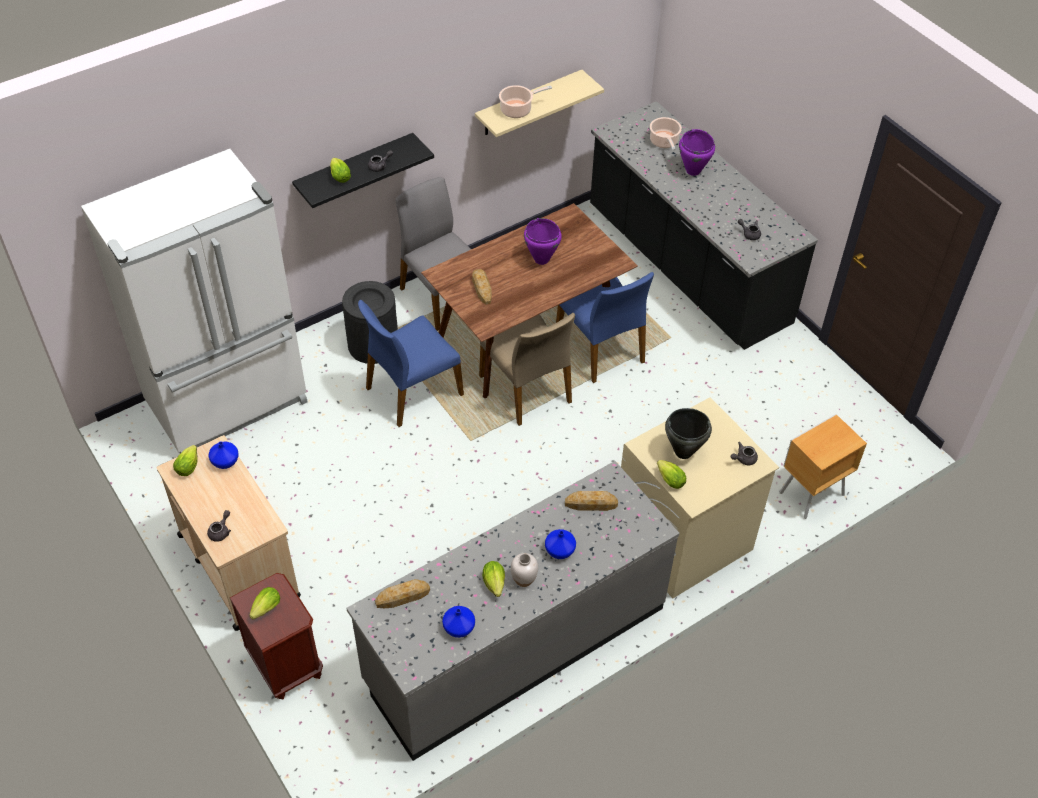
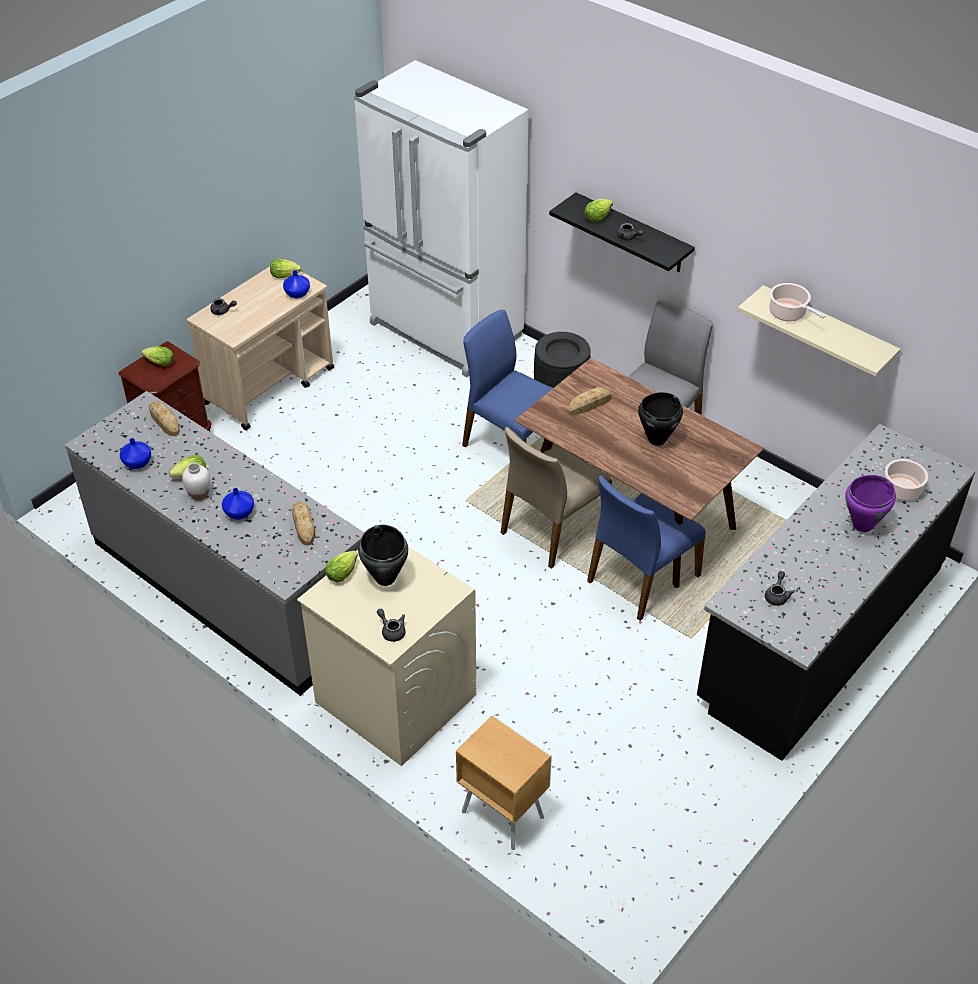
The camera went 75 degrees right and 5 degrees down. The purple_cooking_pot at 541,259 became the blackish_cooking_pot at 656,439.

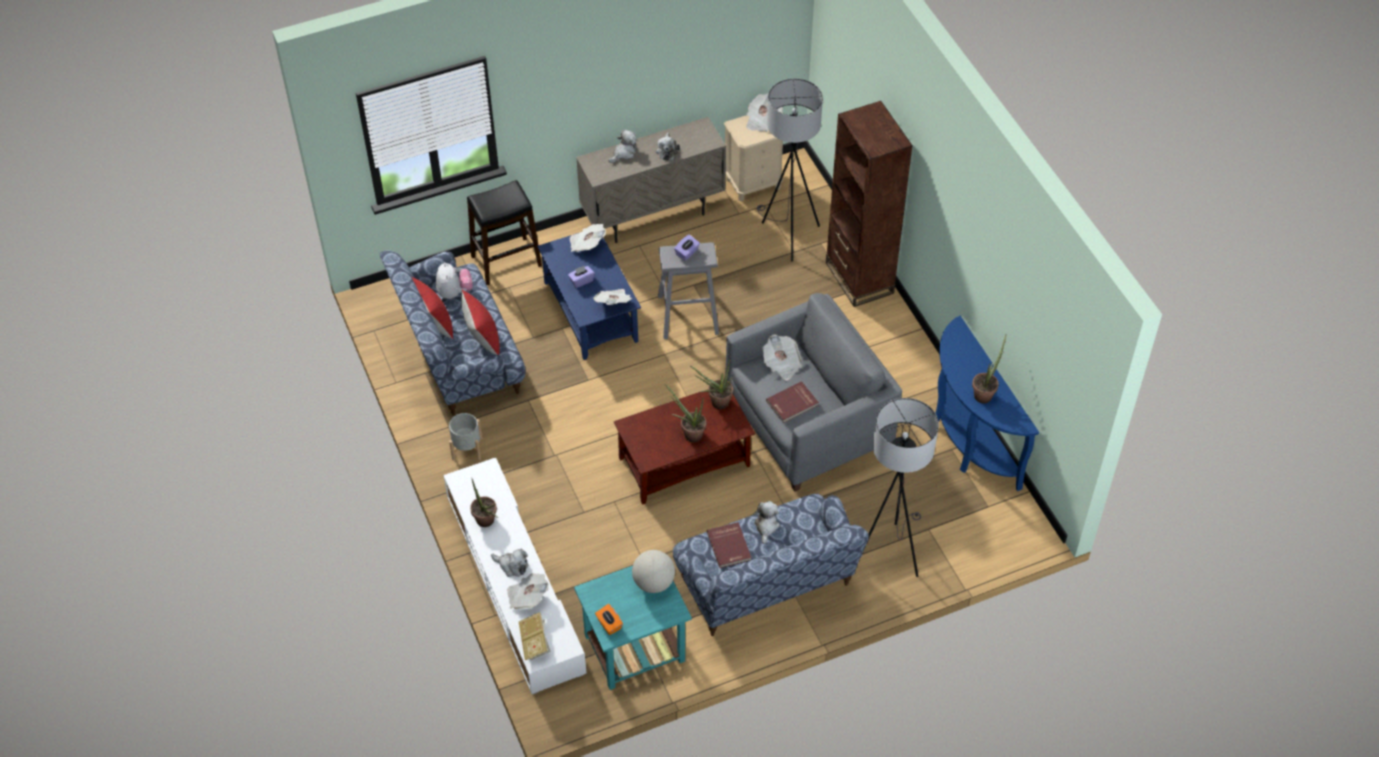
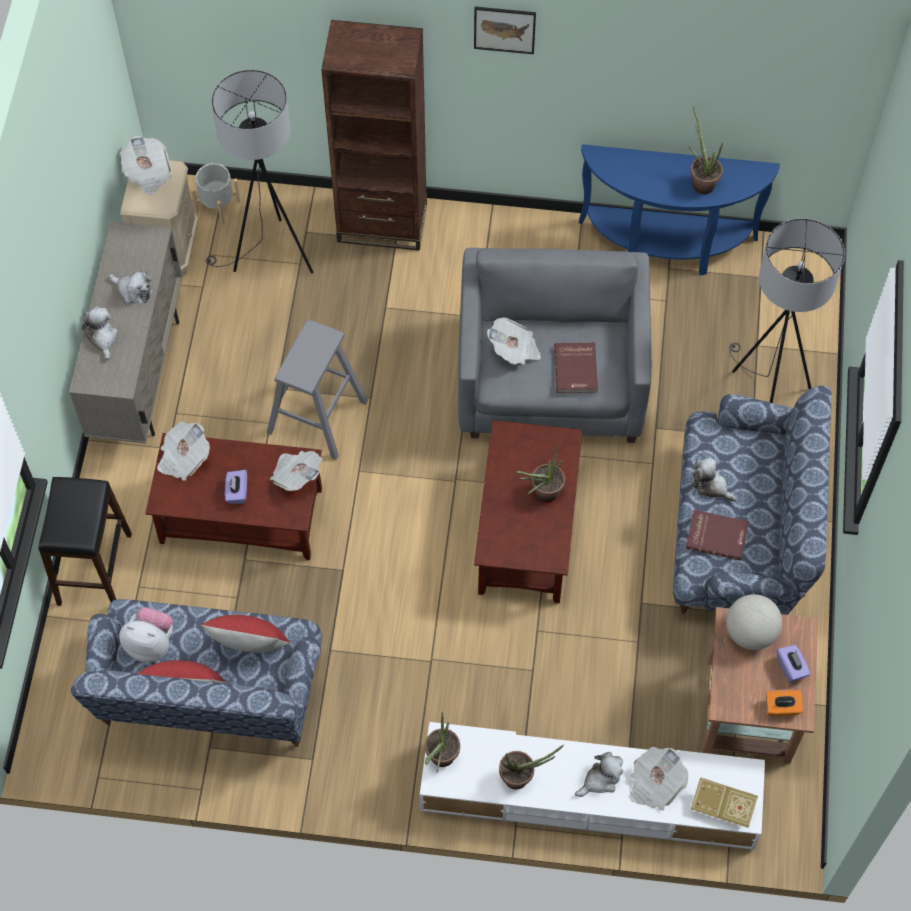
The camera went 60 degrees left and 10 degrees up. The blue_low_table at 590,311 became the brown-coloured_low_table at 240,516. The gray_flower_pot moved from 467,449 to 218,206. The plant_in_a_pot moved from 716,402 to 440,760. The wall_picture at 504,29 appeared. The blue-green_side_table at 633,648 became the brown-coloured_side_table at 748,711. The purple_box_of_tissues moved from 687,253 to 791,668.

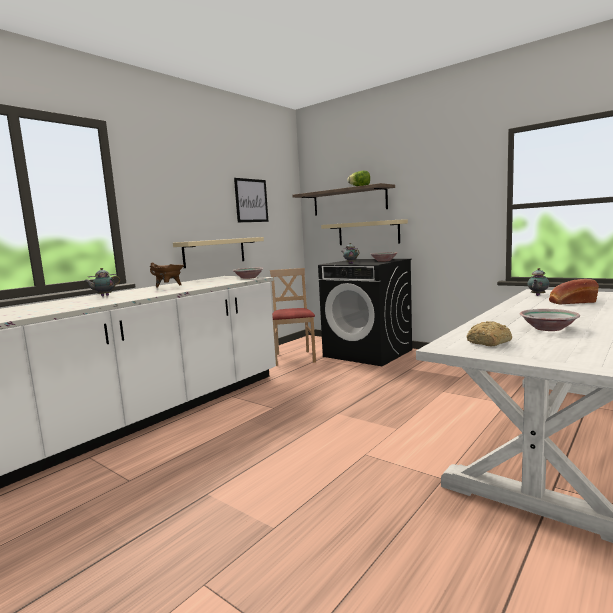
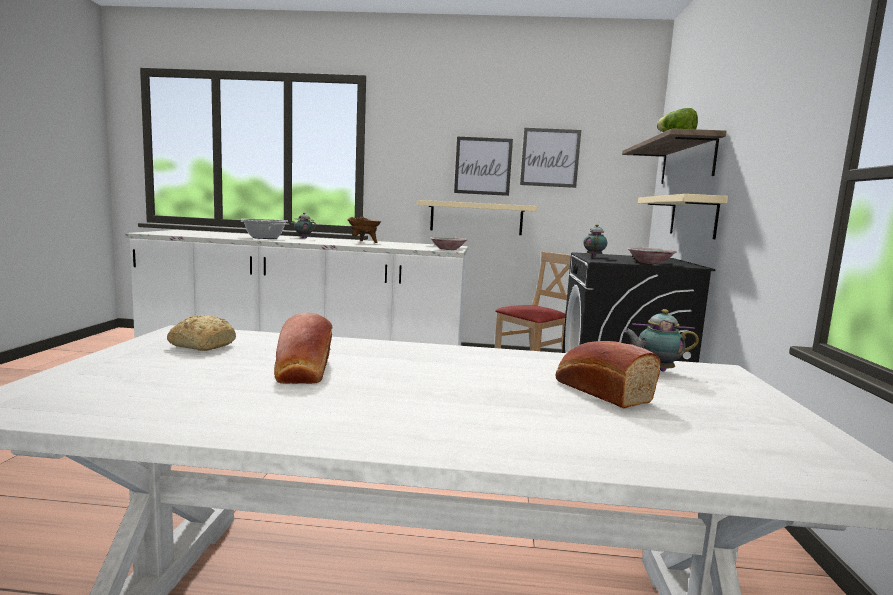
The camera went 55 degrees right and 0 degrees up. The cooking_pot at 264,238 appeared. The serving_bowl at 549,328 was replaced by the baked_bread at 303,371. The wall_picture at 483,166 appeared.

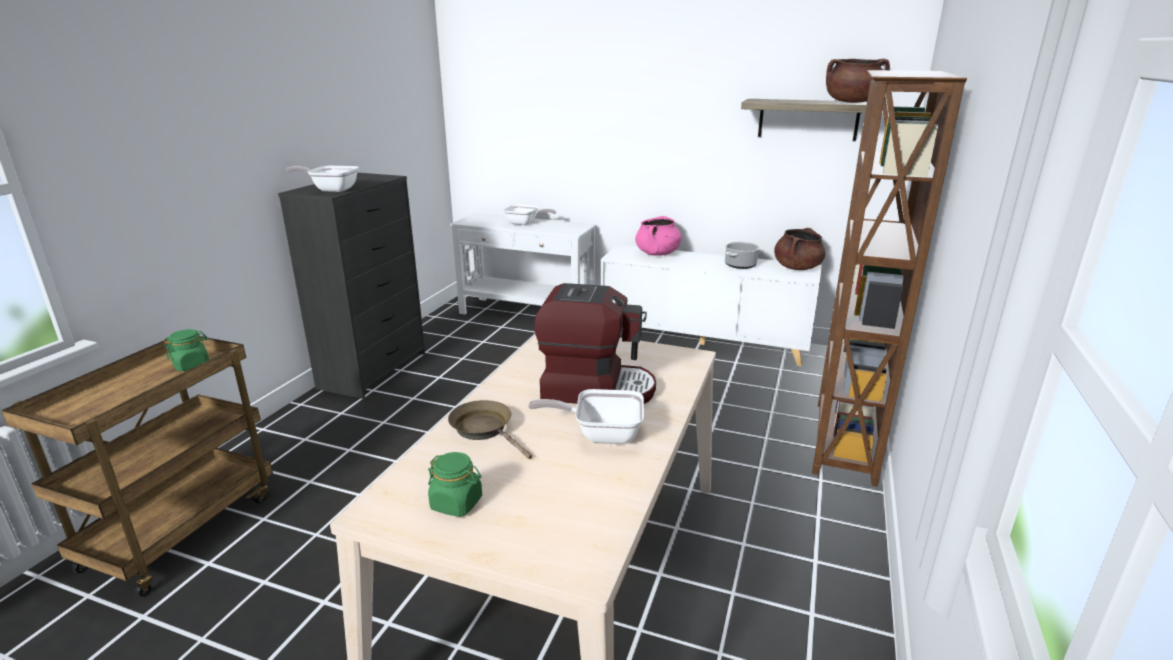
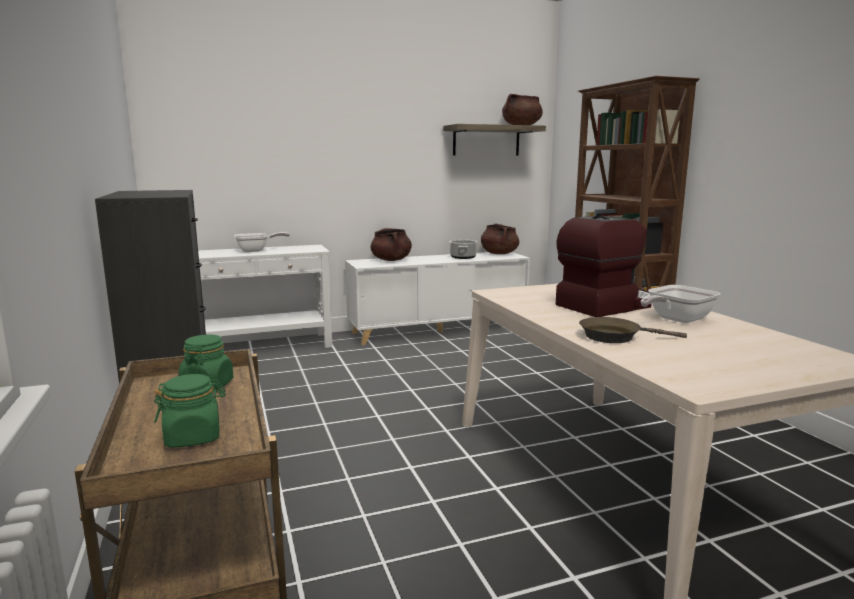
The camera went 40 degrees left and 10 degrees down. The greenish_jar moved from 457,503 to 193,437. The pink_cooking_pot at 657,253 became the brown-coloured_cooking_pot at 391,260. The skillet at 331,189 disappeared.

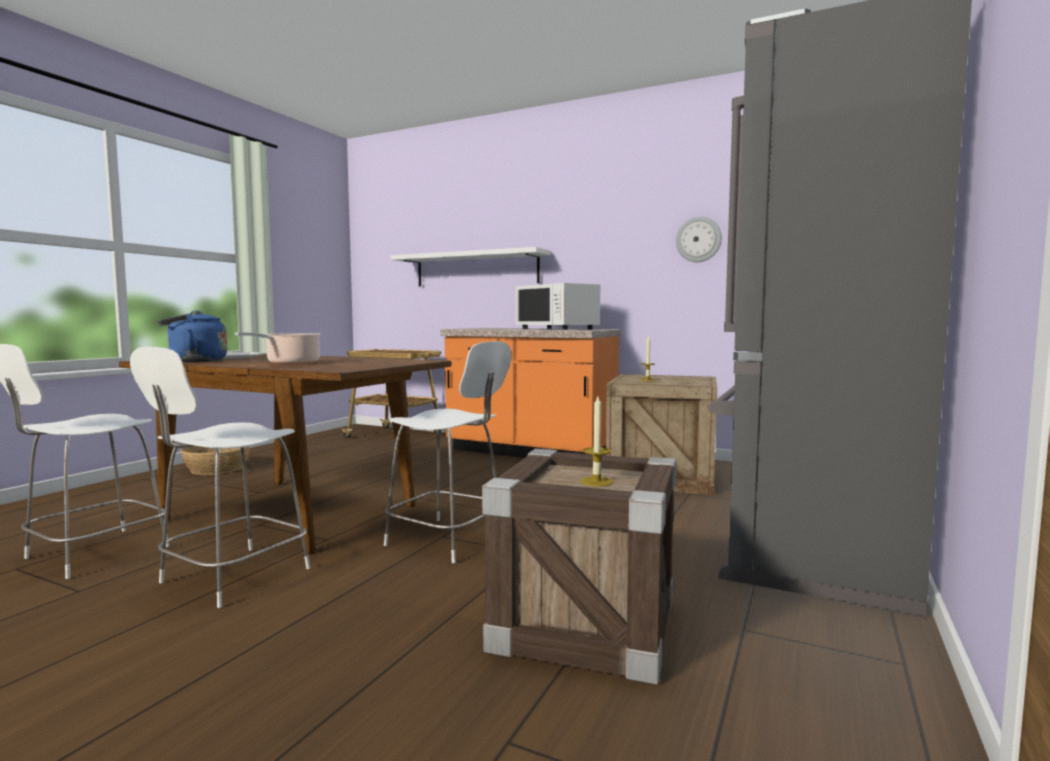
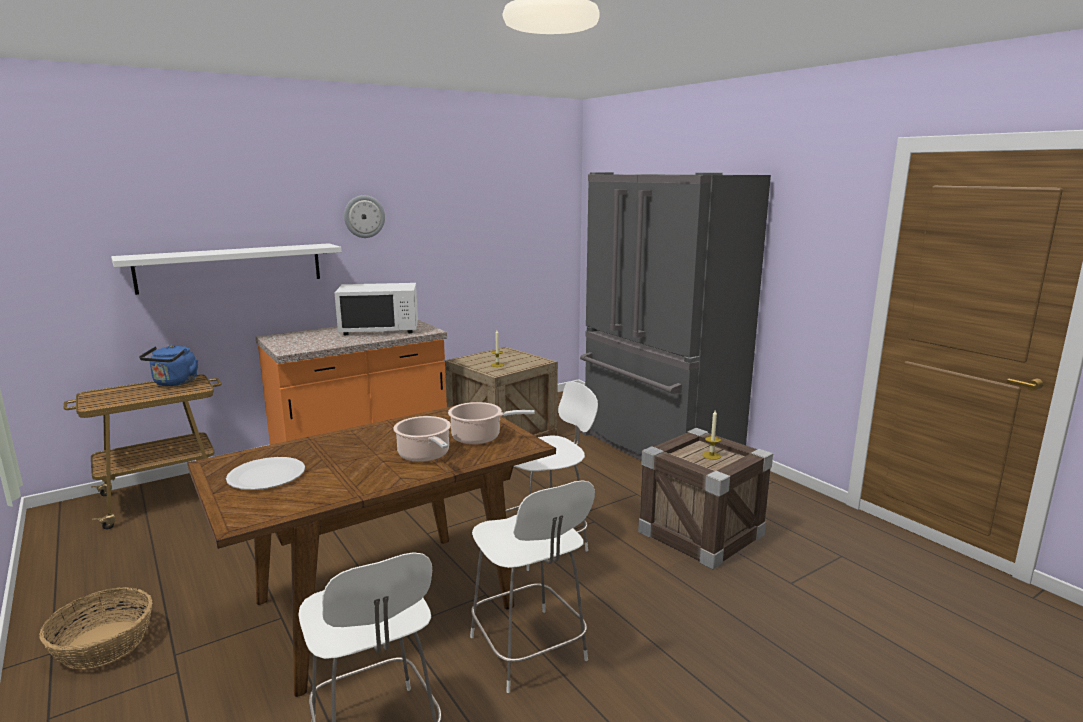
The camera went 60 degrees left and 10 degrees up. The blue_water_kettle moved from 194,361 to 174,383. The wall_clock moved from 698,239 to 364,216. The cooking_pot at 479,438 appeared.

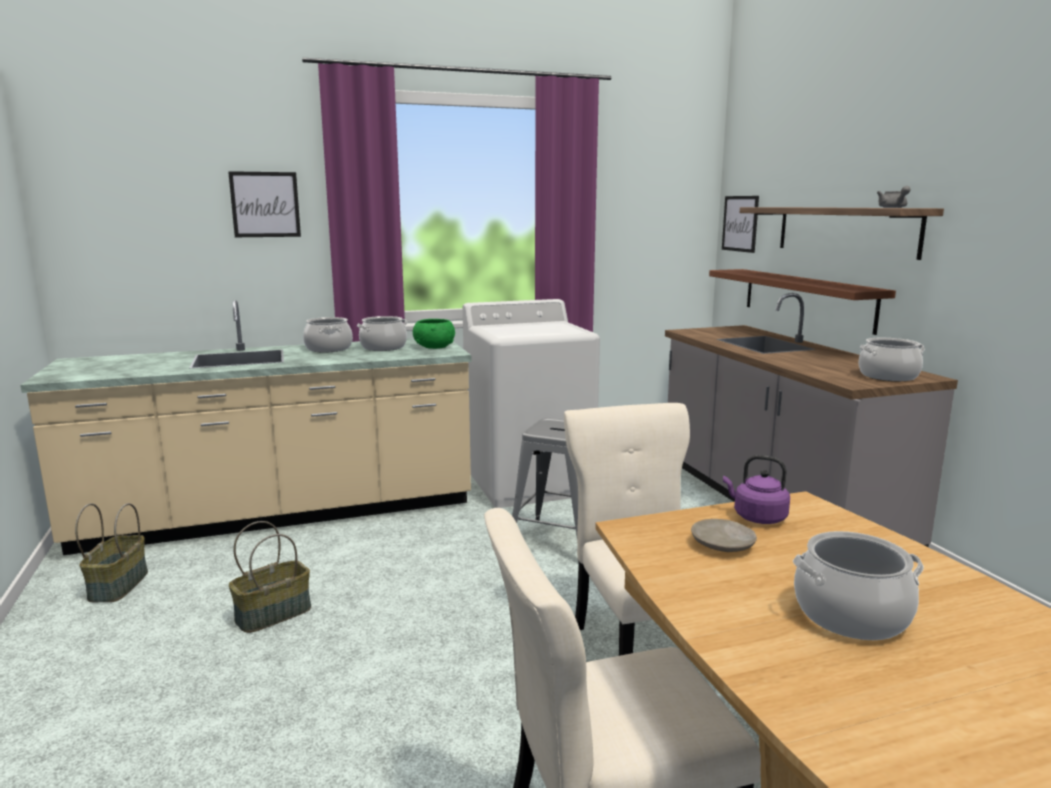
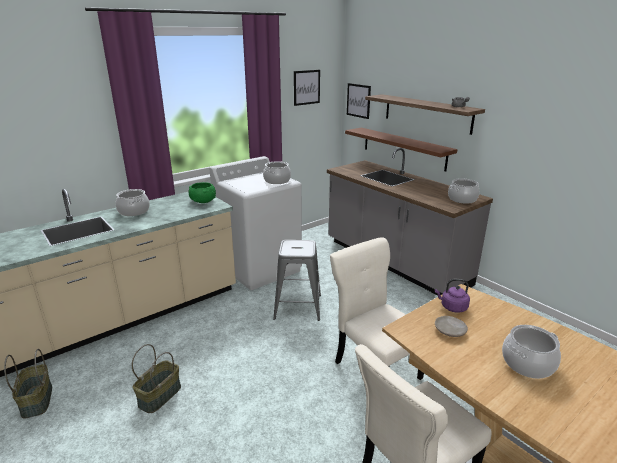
The camera went 20 degrees left and 10 degrees up. The cooking_pot moved from 383,347 to 277,181. The wall_picture moved from 265,204 to 306,87.

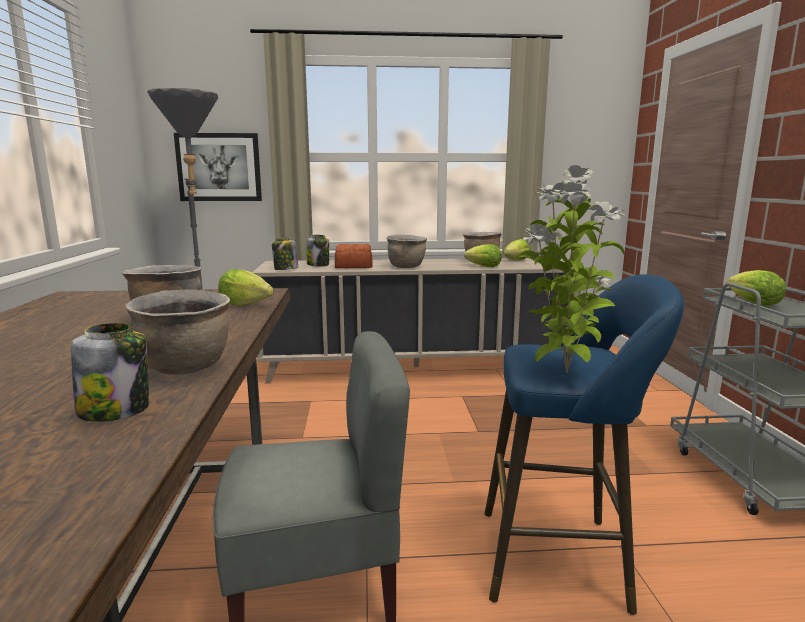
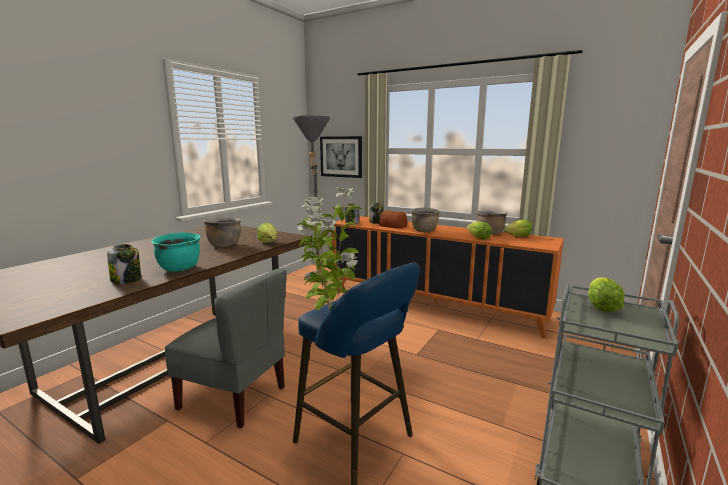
The camera went 35 degrees right and 0 degrees up. The brown-coloured_cooking_pot at 187,367 became the blue-green_cooking_pot at 180,269. The beige_cabinet at 416,368 became the orange_cabinet at 433,303.

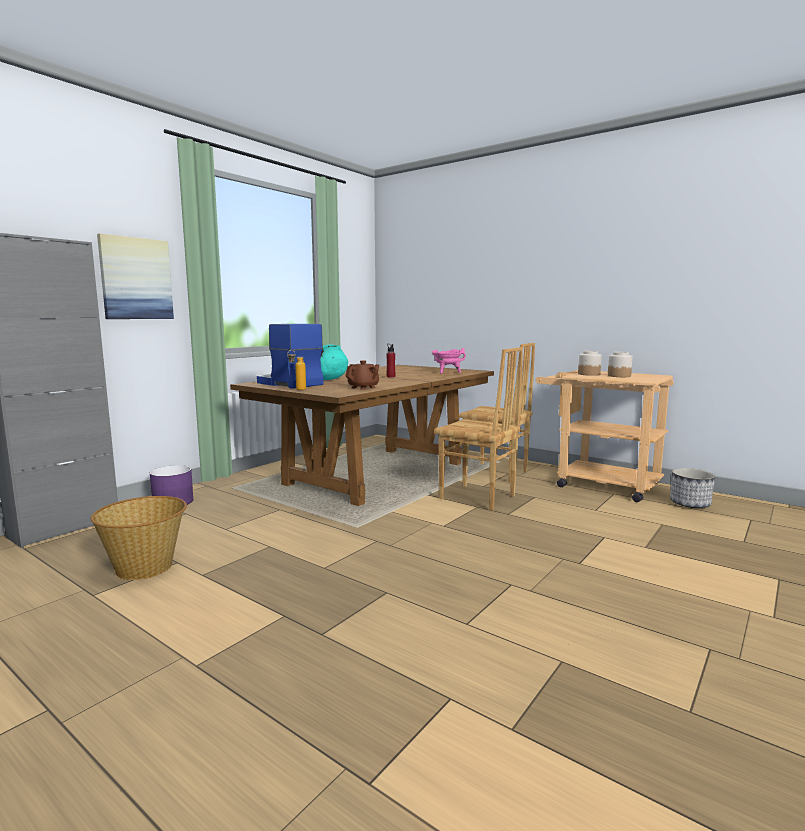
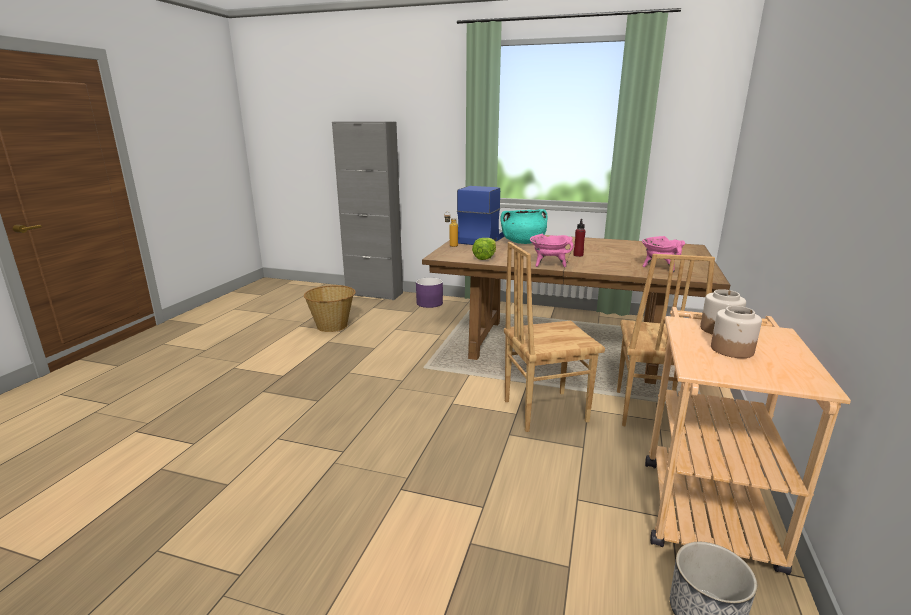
The camera went 70 degrees right and 10 degrees up. The brown-coloured_teapot at 363,387 was replaced by the lettuce_head at 485,257. The brown-coloured_upright_chair at 477,497 turned 60 degrees clockwise. The pink_cooking_pot at 549,265 appeared. The wall_picture at 136,279 disappeared.

